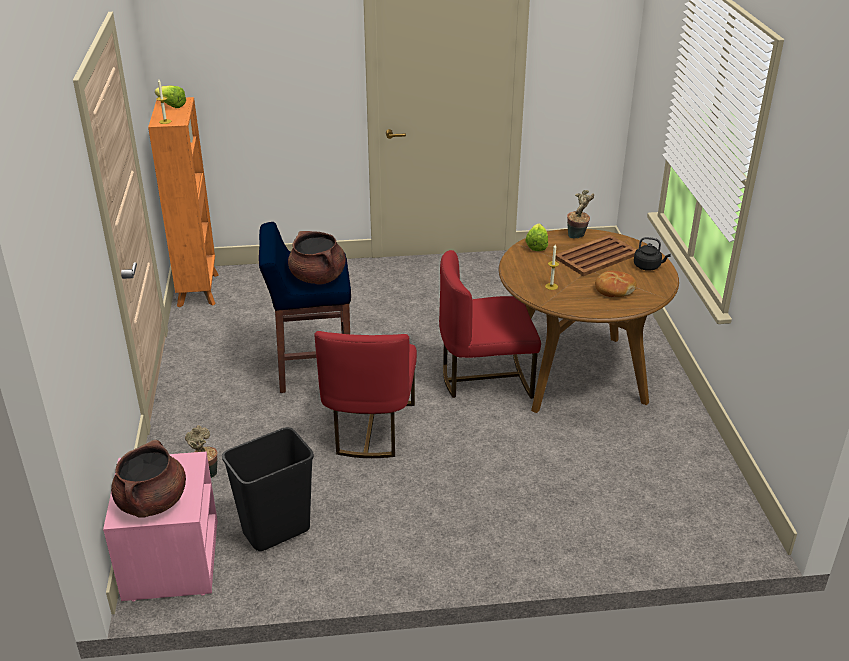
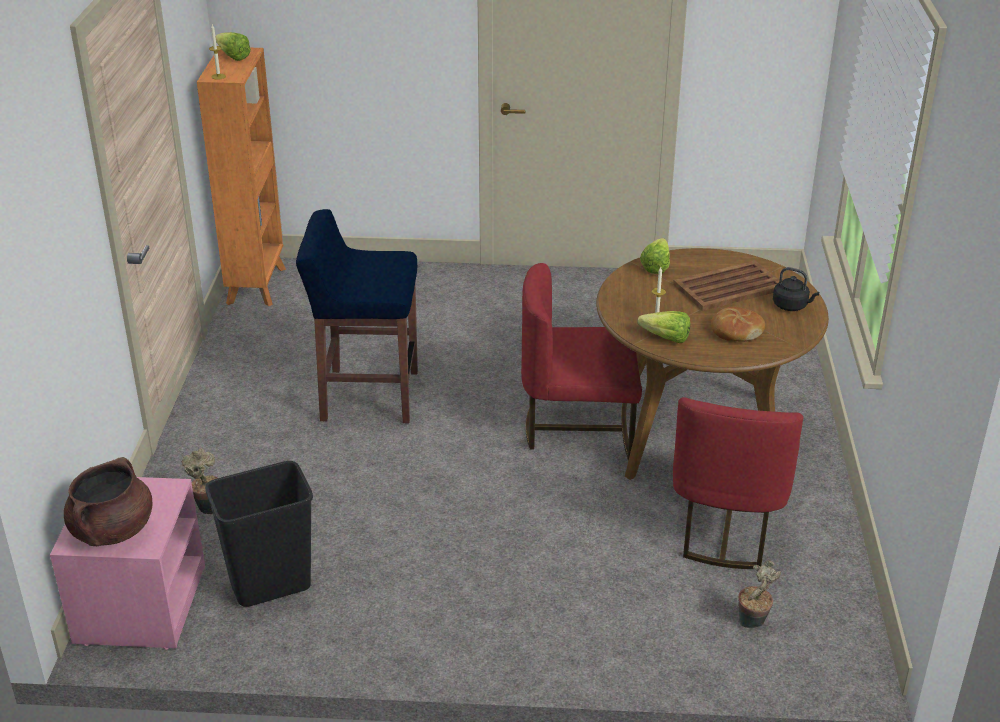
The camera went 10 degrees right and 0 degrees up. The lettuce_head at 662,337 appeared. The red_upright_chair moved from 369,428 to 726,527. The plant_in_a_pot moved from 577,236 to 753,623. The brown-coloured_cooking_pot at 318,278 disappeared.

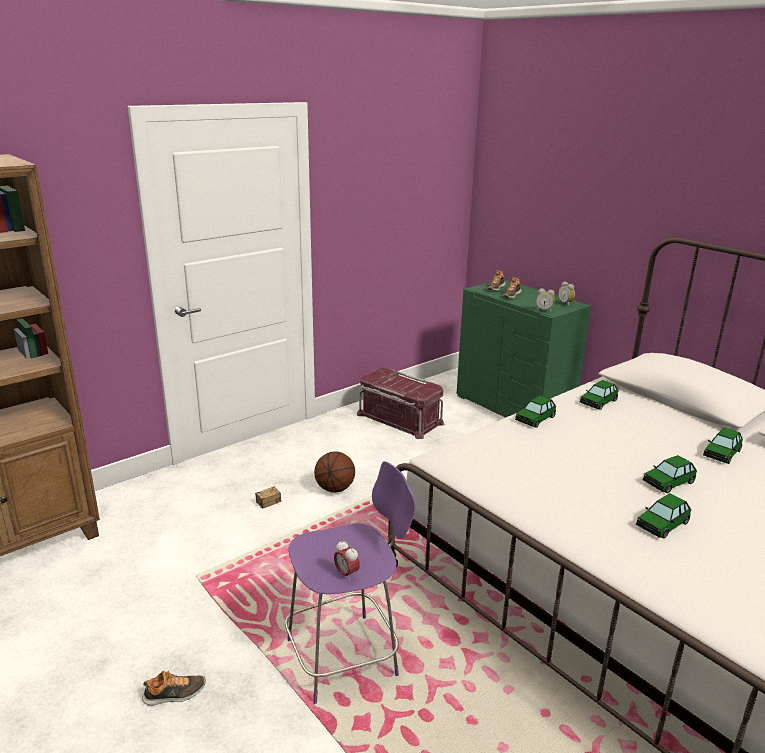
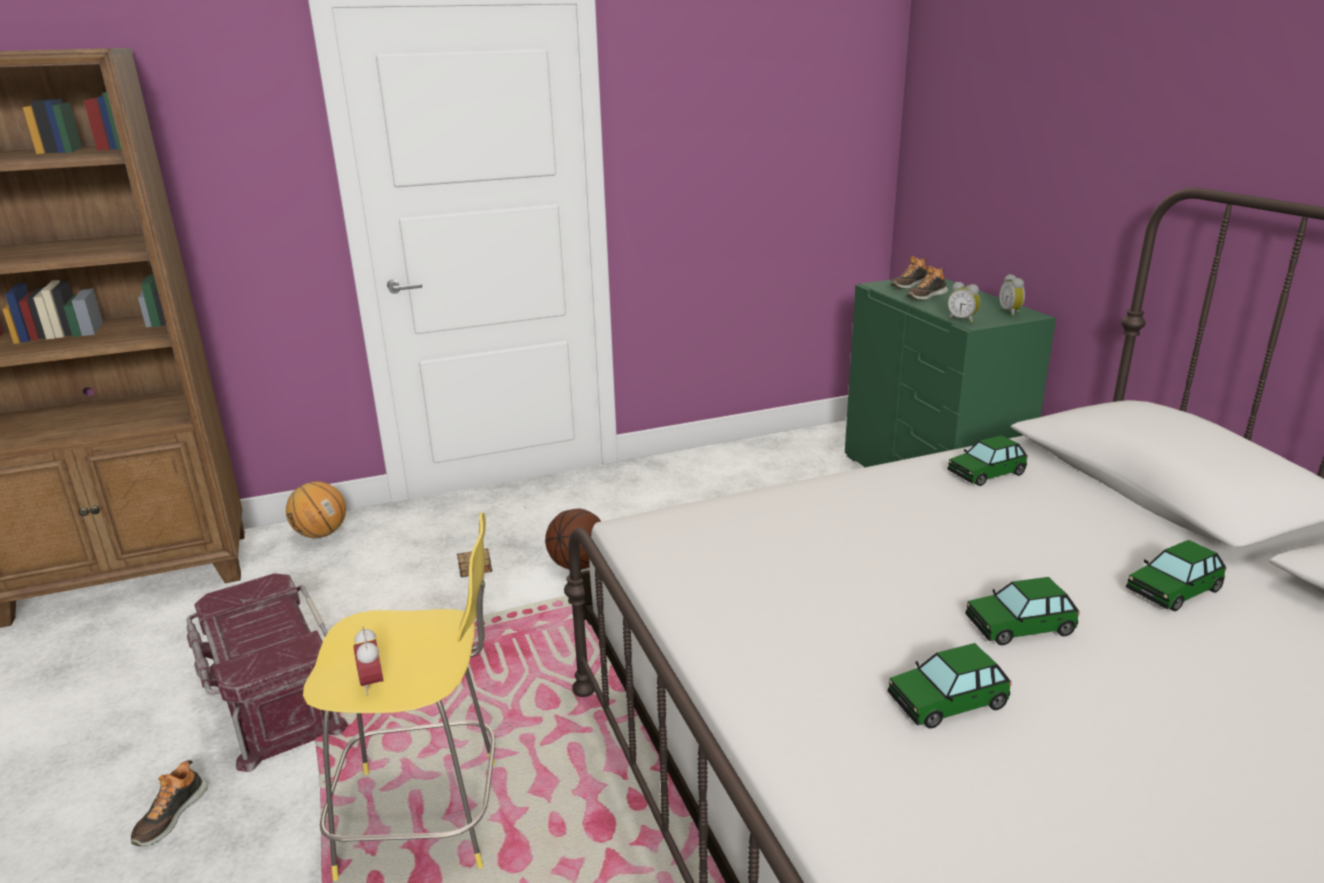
The camera went 20 degrees right and 0 degrees up. The shoe at 174,694 turned 105 degrees clockwise. The red_storage_bin moved from 399,419 to 272,699. The basketball_ball at 320,534 appeared. The purple_stool_seat at 346,656 became the yellowish_stool_seat at 427,817. The model_car at 535,419 disappeared.

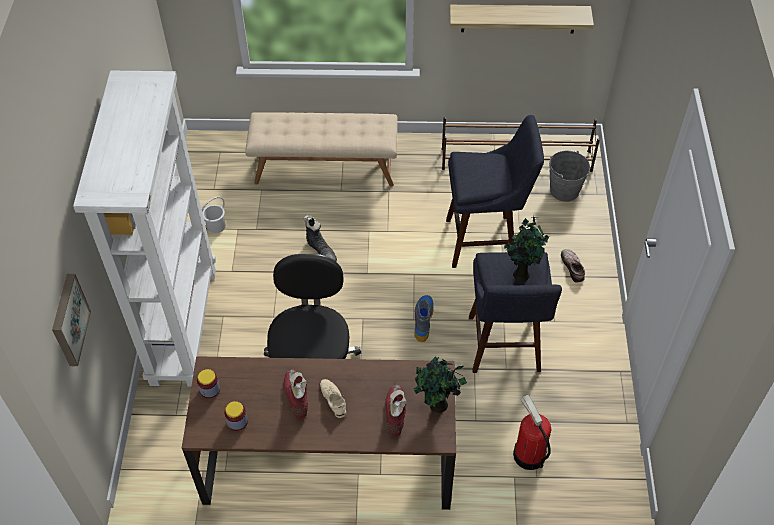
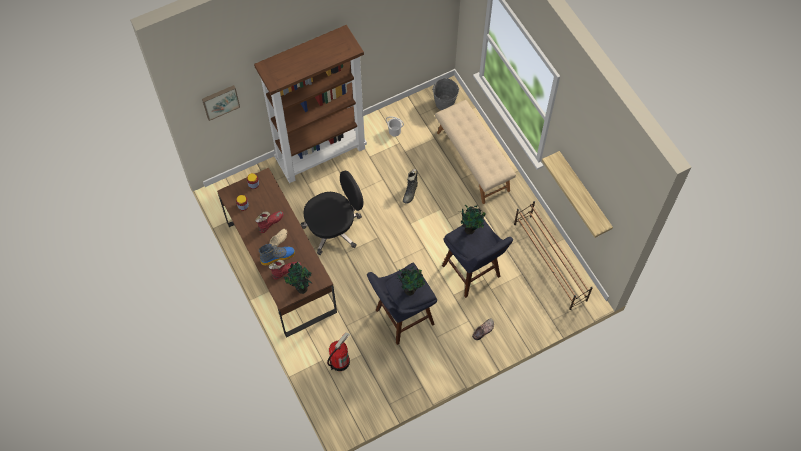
The camera went 60 degrees right and 10 degrees up. The white-coloured_shelving_unit at 182,324 became the brown-coloured_shelving_unit at 321,154. The high-top_boot moved from 423,320 to 278,256. The gray_pail moved from 564,190 to 444,103. The plant_in_a_pot at 470,229 appeared.

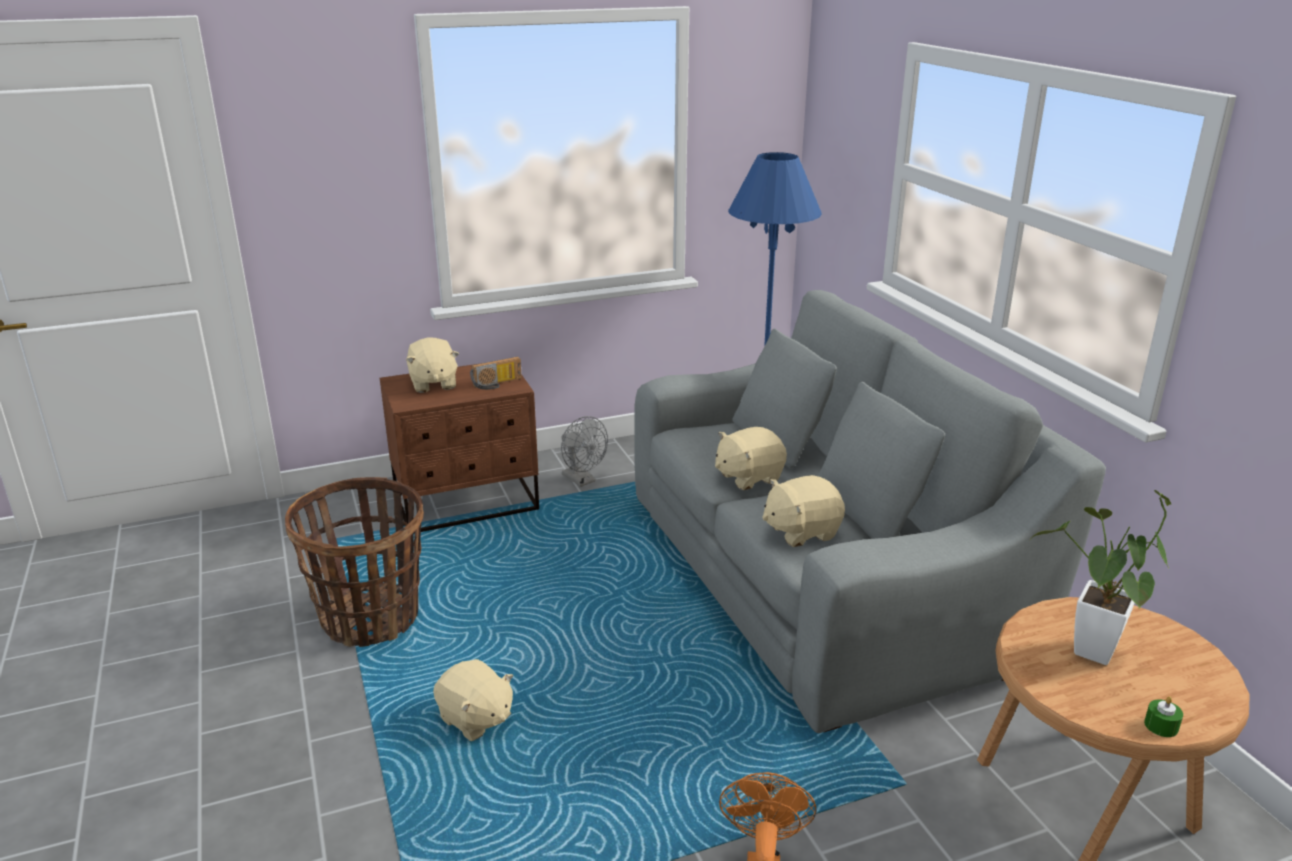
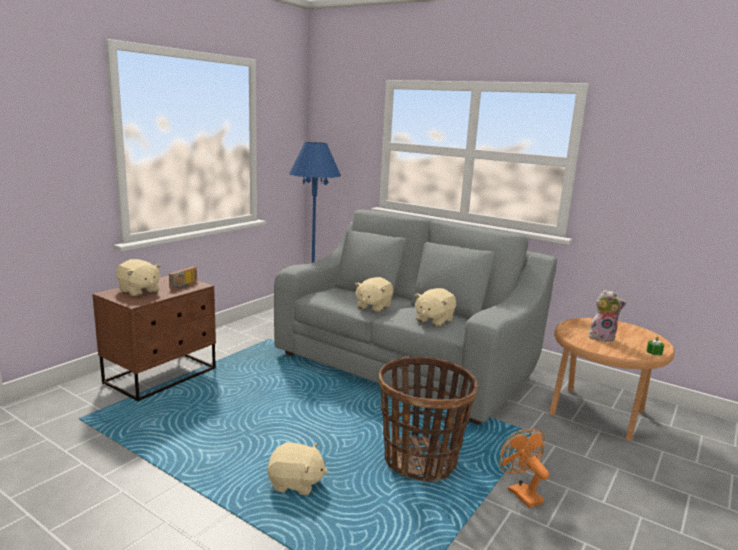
The camera went 35 degrees left and 10 degrees down. The basket moved from 371,618 to 420,461. The plant_in_a_pot at 1090,657 was replaced by the soft_toy at 602,337. The gray_cooling_fan at 582,480 disappeared.

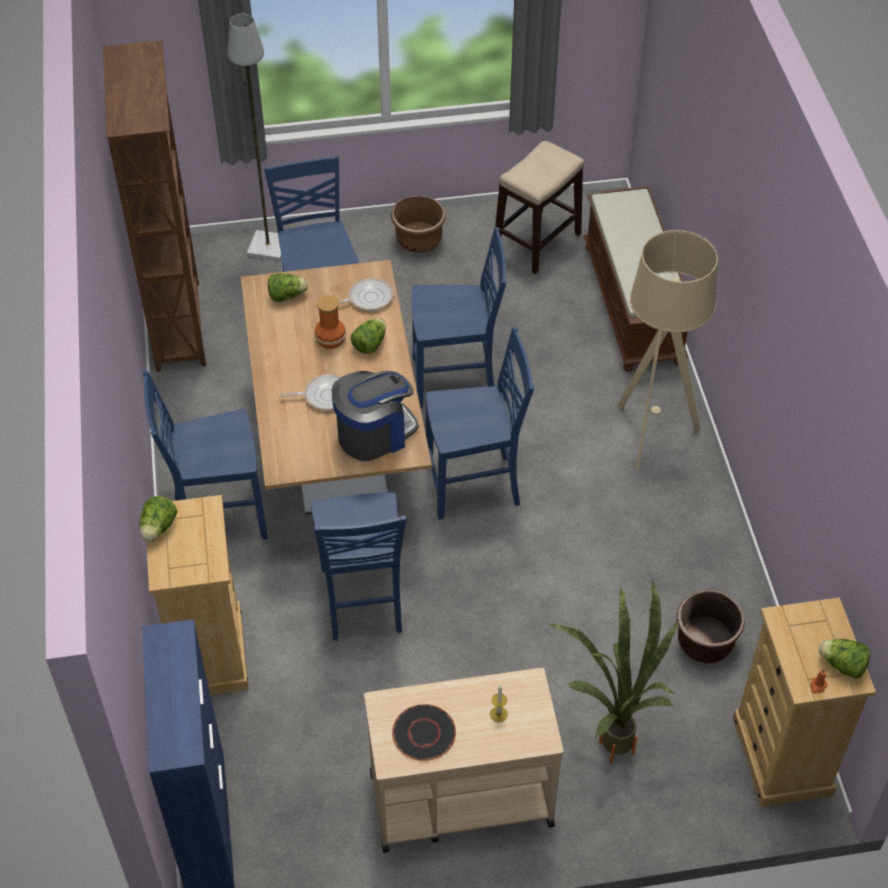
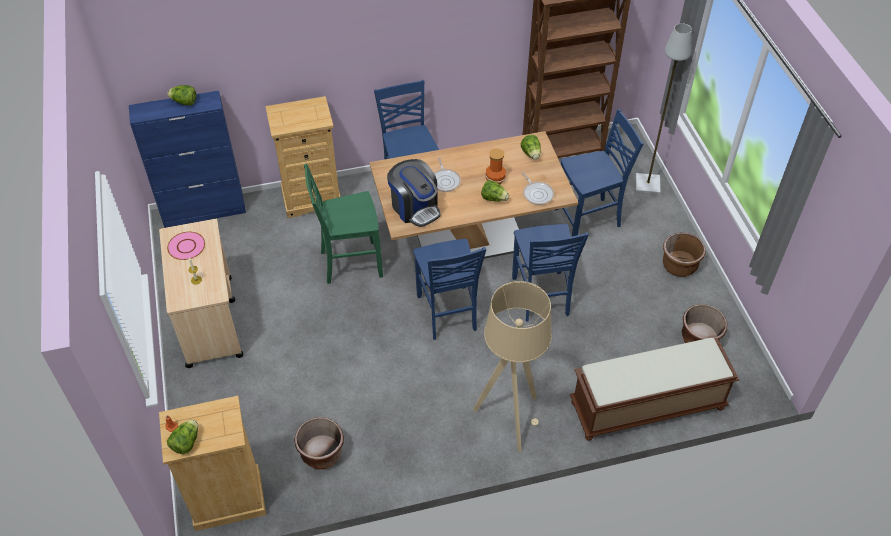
The camera went 85 degrees right and 0 degrees up. The lettuce_head moved from 158,528 to 184,102. The blackish_flat_dish at 424,733 became the pink_flat_dish at 186,246. The blue_upright_chair at 362,602 became the greenish_upright_chair at 349,263. The stool_seat at 536,242 was replaced by the brown-coloured_flower_pot at 699,338. The plant_in_a_pot at 614,738 disappeared.

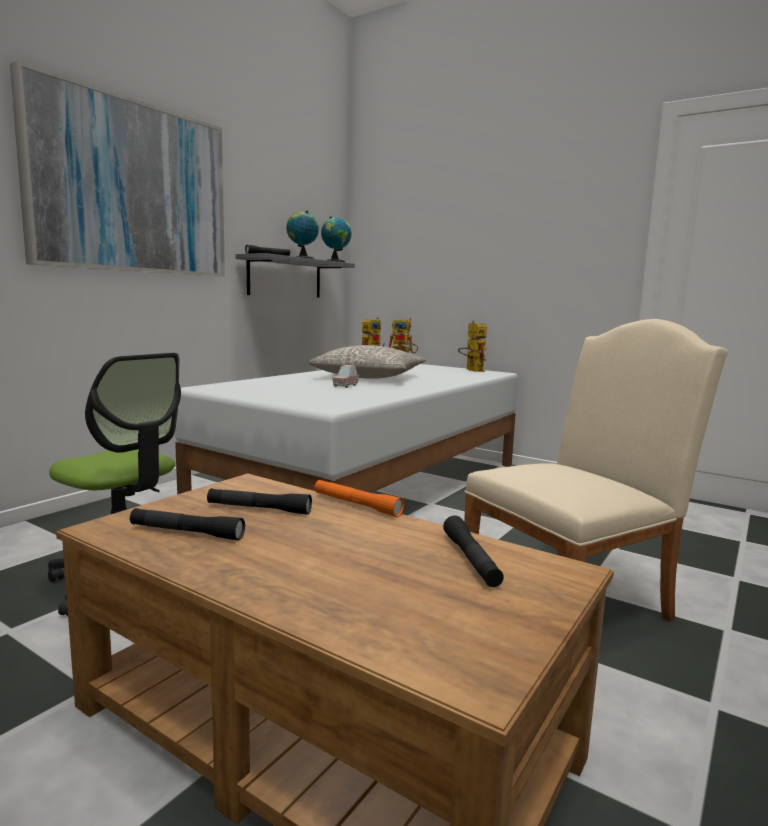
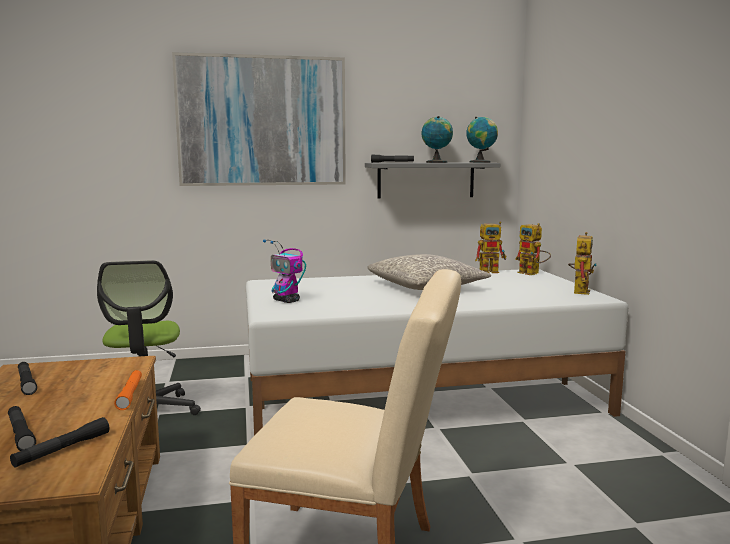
The camera went 45 degrees right and 0 degrees up. The blackish_flashlight moved from 259,509 to 21,434. The toy_robot at 287,301 appeared. The pink_model_car at 345,386 disappeared.

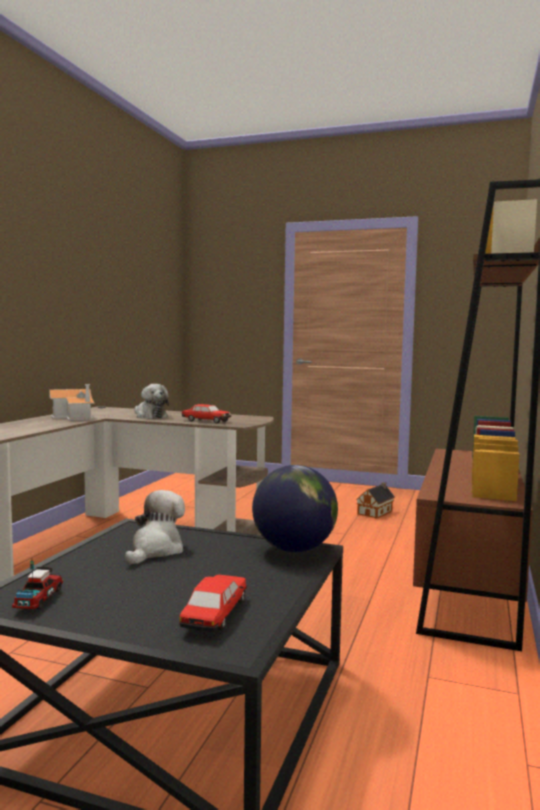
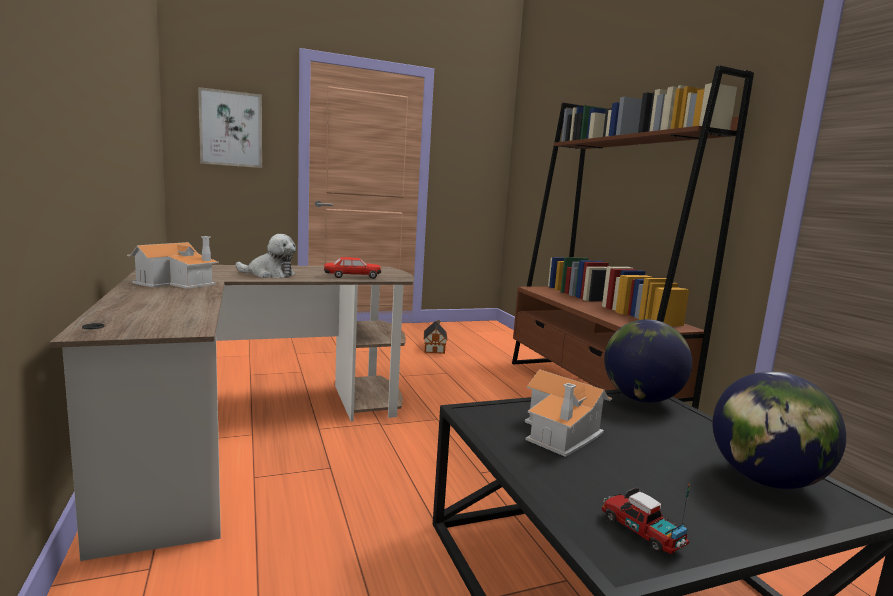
The camera went 40 degrees left and 5 degrees up. The wall_picture at 231,129 appeared. The soft_toy at 155,550 was replaced by the miniature_house at 562,433. The model_car at 215,615 was replaced by the desk_globe at 765,480.

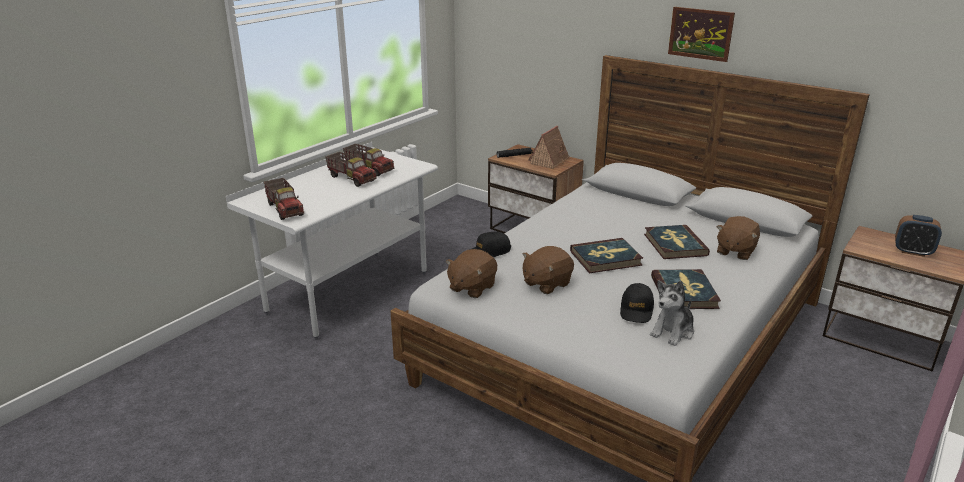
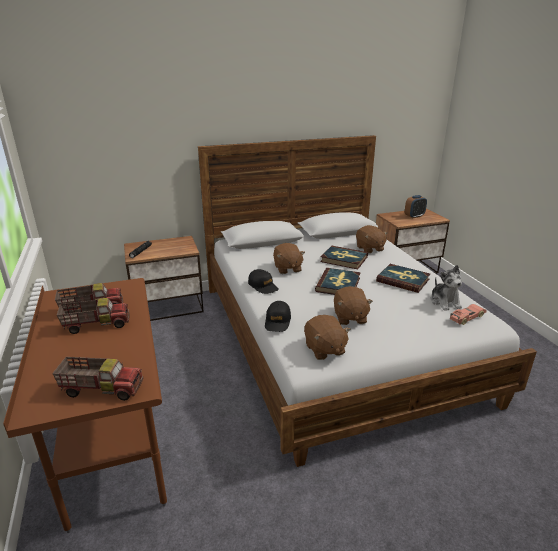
The camera went 55 degrees left and 0 degrees up. The white-coloured_desk_unit at 348,293 became the brown-coloured_desk_unit at 115,445. The blackish_baseball_cap moved from 636,310 to 263,286. The brown-coloured_soft_toy at 287,268 appeared. The model_car at 466,317 appeared. The miniature_house at 549,161 disappeared. The wall_picture at 700,33 disappeared.

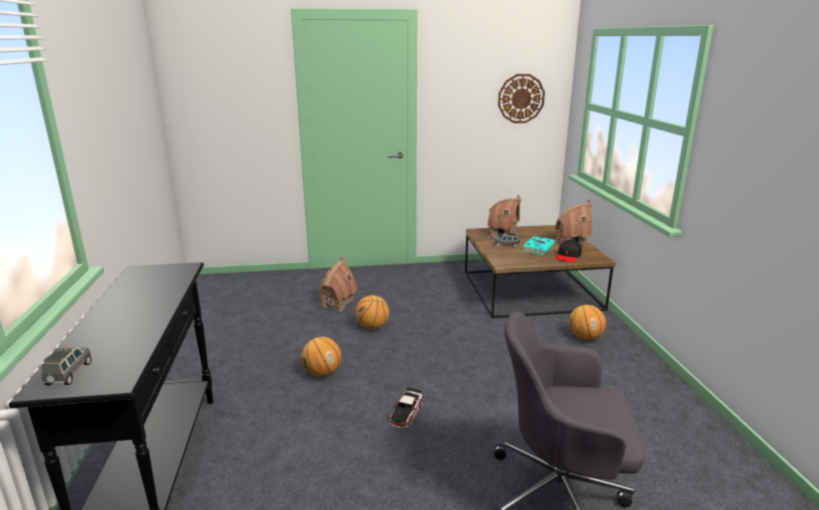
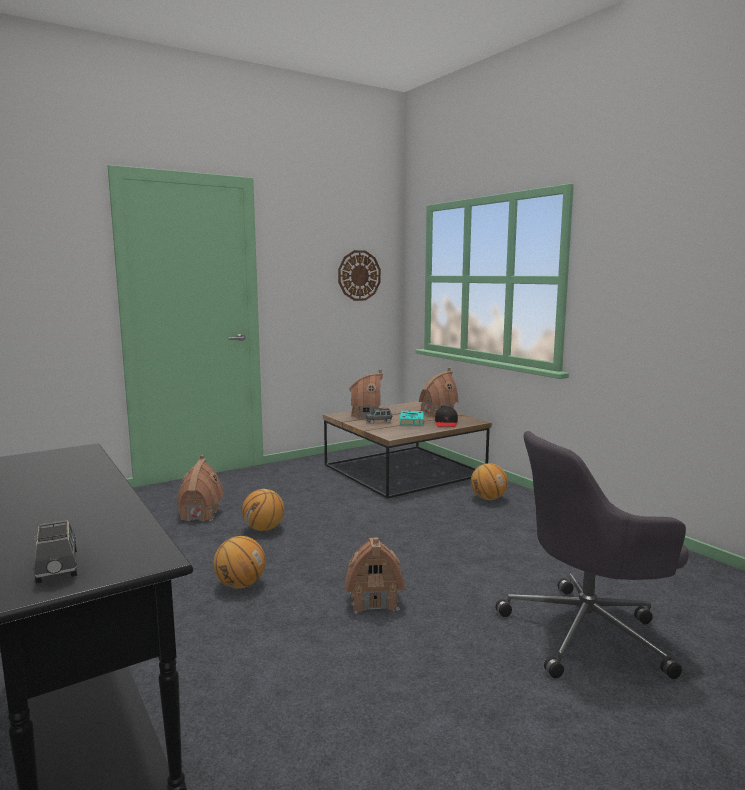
The camera went 25 degrees left and 10 degrees down. The model_car at 406,413 was replaced by the miniature_house at 373,600.

